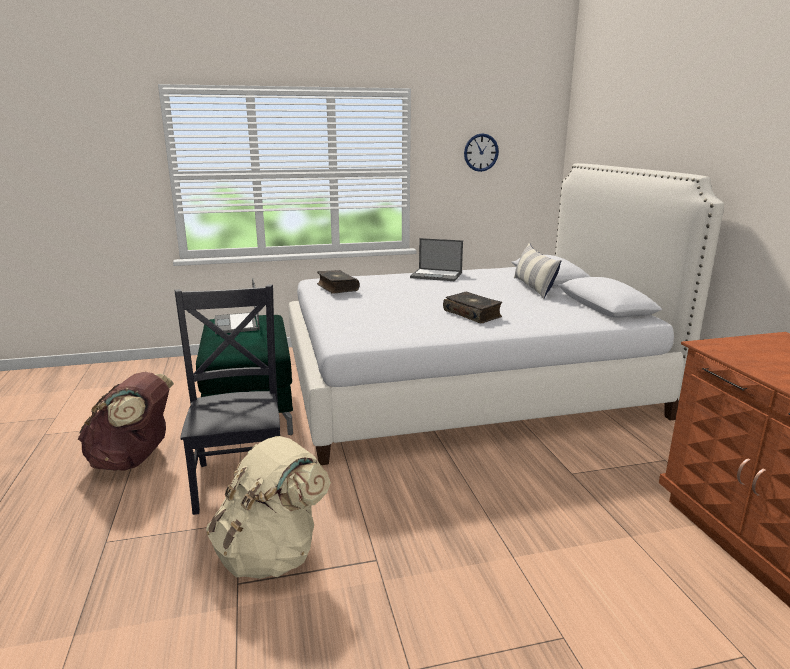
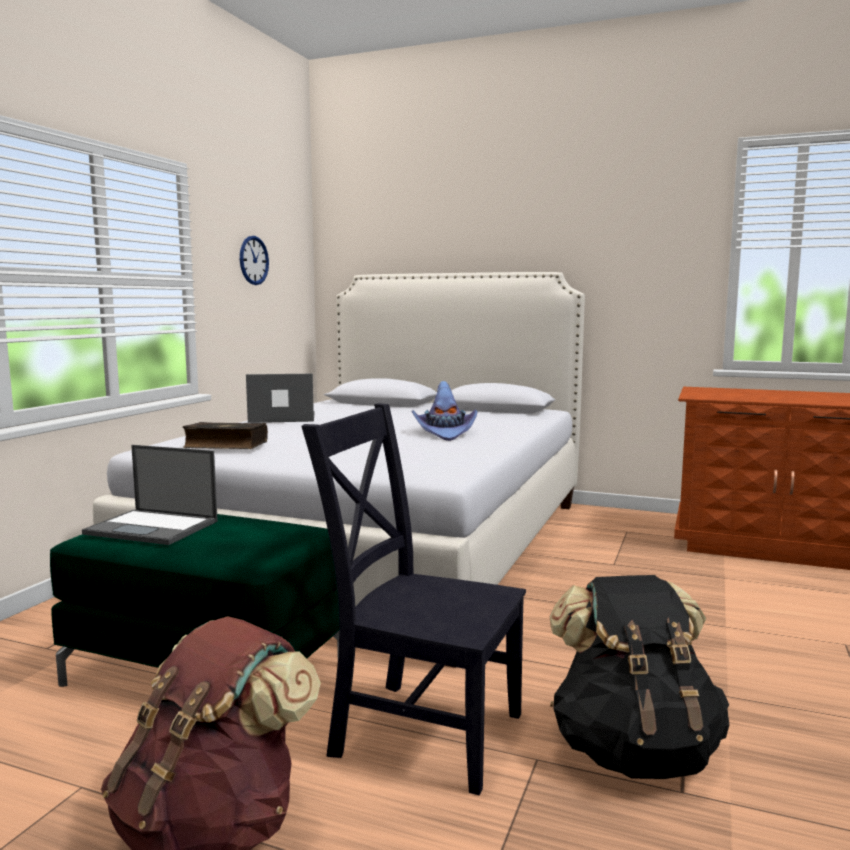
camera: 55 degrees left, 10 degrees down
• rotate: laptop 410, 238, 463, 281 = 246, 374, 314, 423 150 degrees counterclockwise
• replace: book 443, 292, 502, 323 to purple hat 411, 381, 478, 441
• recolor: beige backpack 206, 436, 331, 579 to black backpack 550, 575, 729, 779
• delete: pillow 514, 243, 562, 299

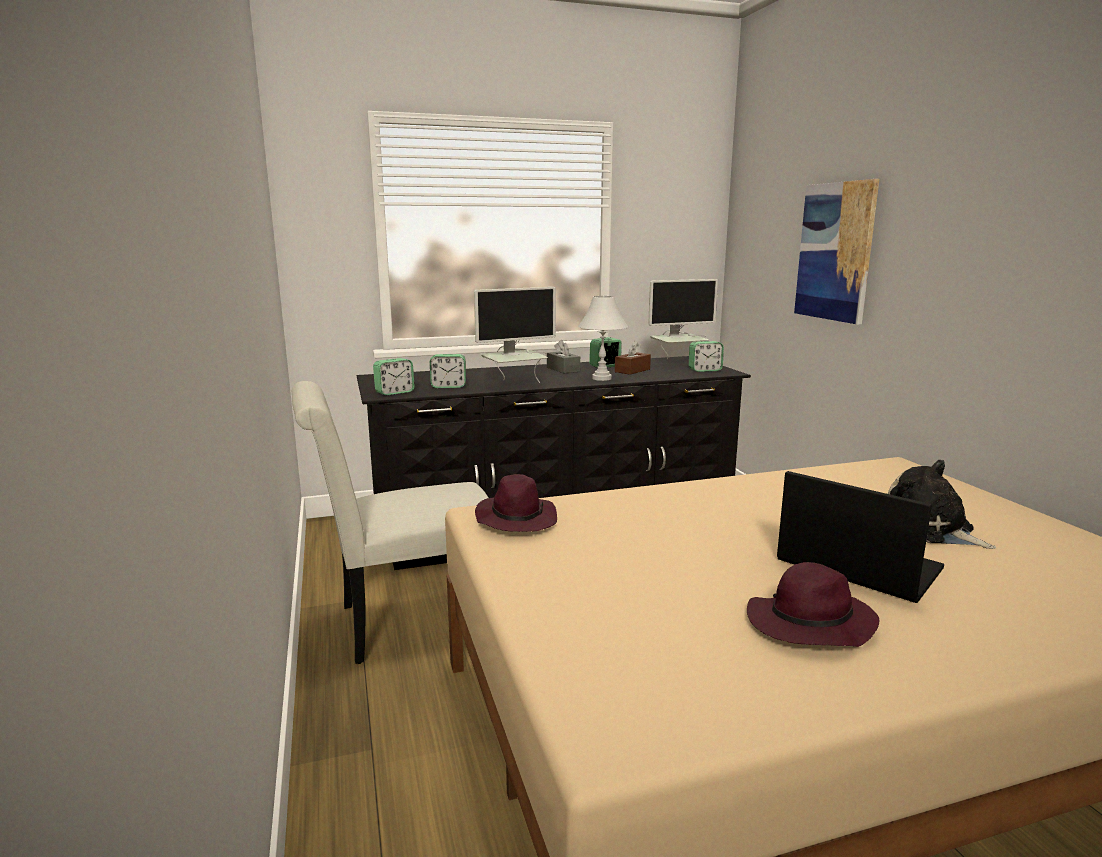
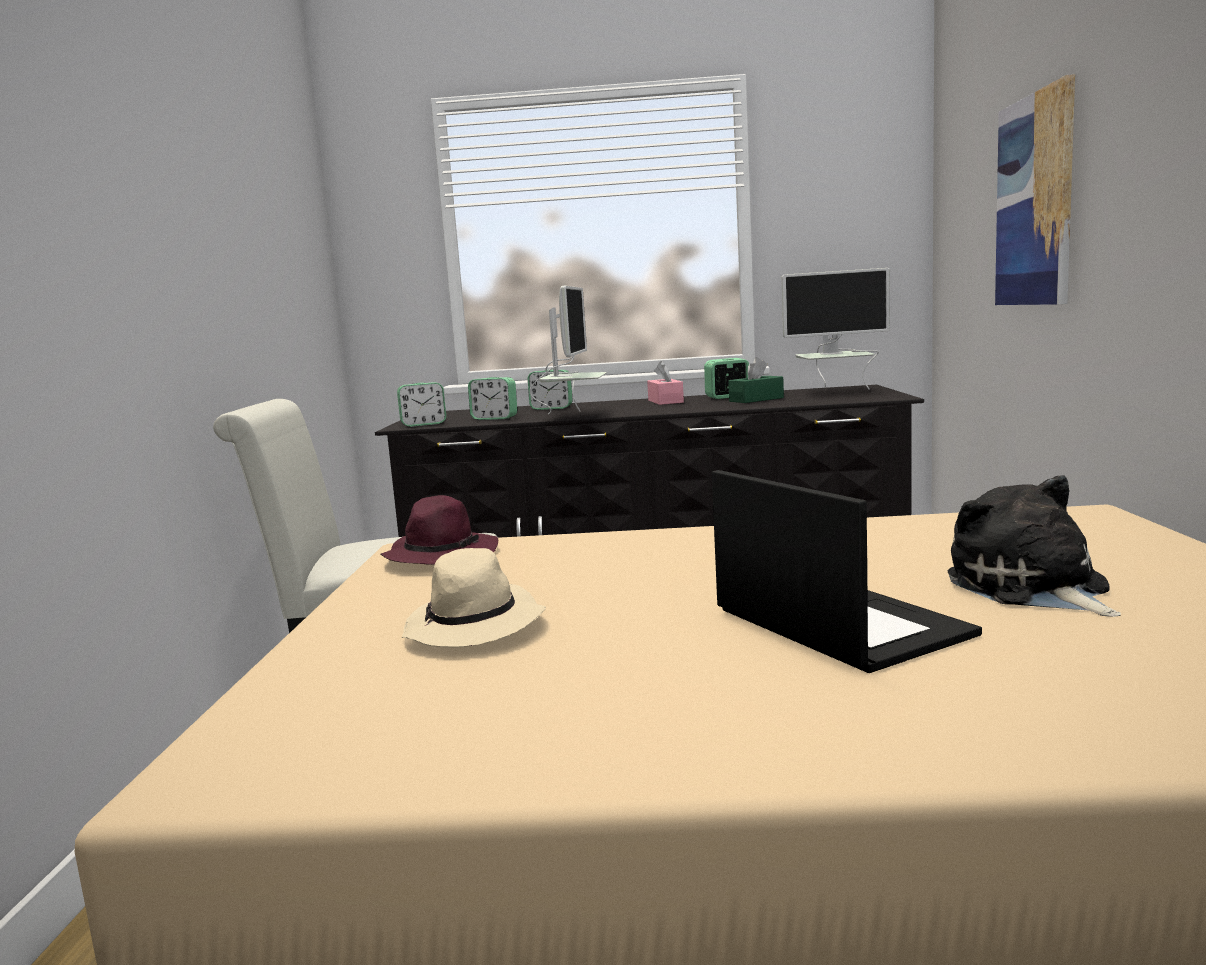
camera: 20 degrees right, 5 degrees down
• insert: beige hat 402, 548, 546, 647
• move: alarm clock 689, 341, 724, 372 to 528, 370, 573, 410
• rotate: monitor 474, 287, 556, 383 = 530, 286, 607, 415 75 degrees counterclockwise
• recolor: grey tissue box 547, 340, 580, 374 to pink tissue box 647, 361, 684, 405
• recolor: brown tissue box 615, 341, 651, 375 to green tissue box 728, 357, 784, 403
• delete: white table lamp 578, 296, 628, 381
• delete: purple hat 747, 562, 879, 647

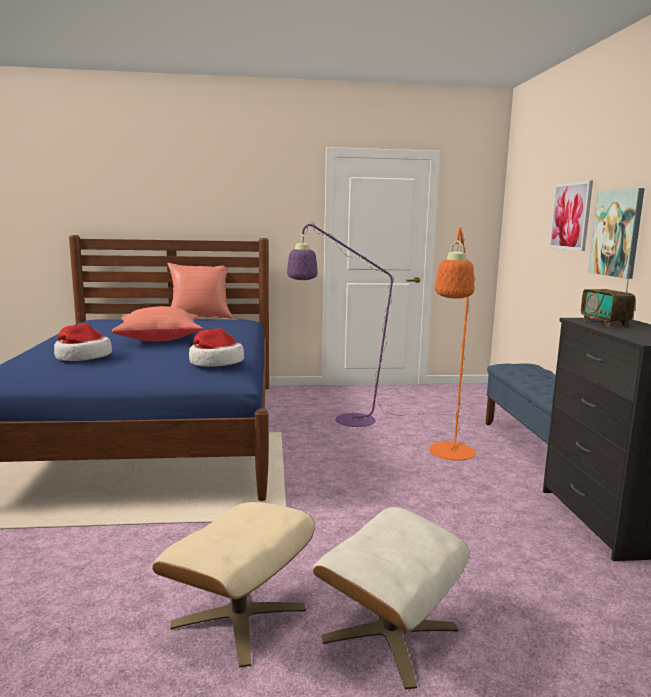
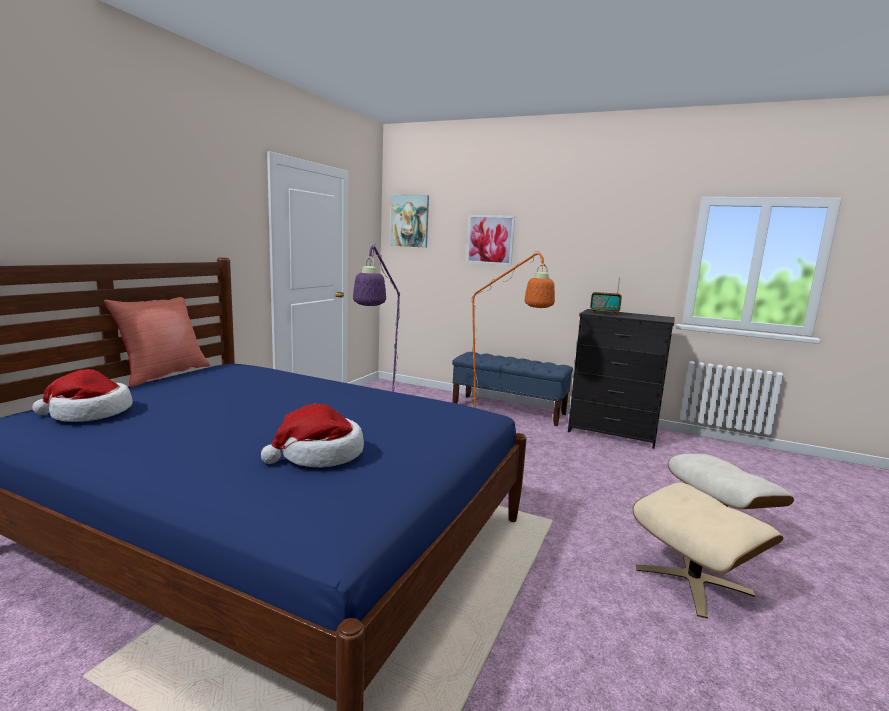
camera: 60 degrees left, 0 degrees up
• move: hat 189, 328, 244, 367 to 32, 369, 133, 422
• move: picture 588, 188, 645, 279 to 390, 195, 429, 248
• delete: red pillow 112, 306, 203, 341

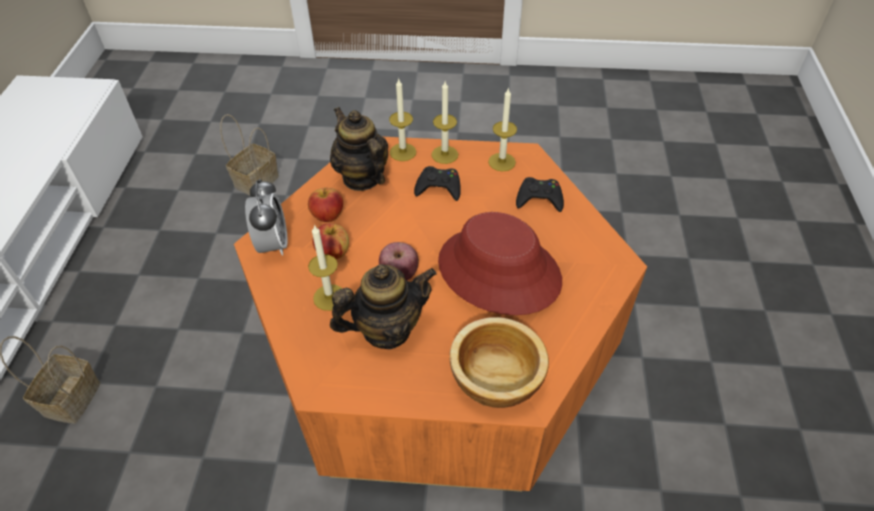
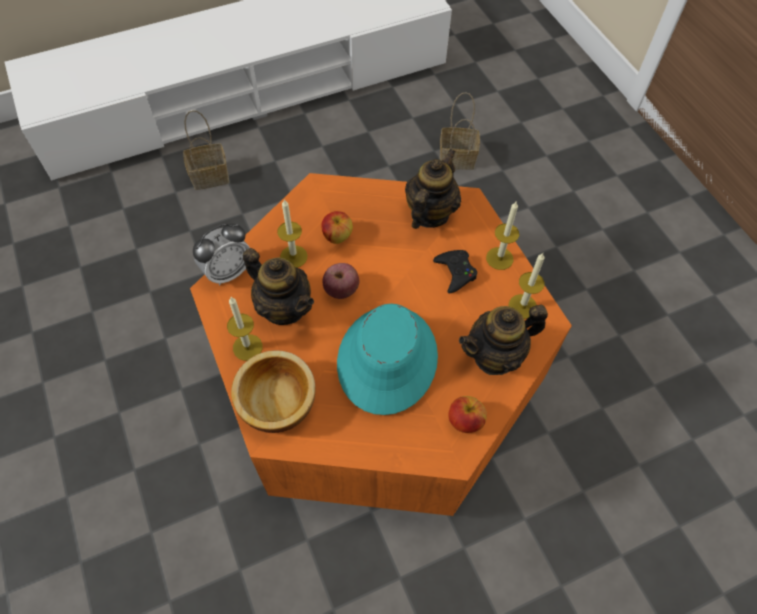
camera: 60 degrees right, 10 degrees up
• move: alarm clock 245, 179, 288, 256 to 193, 223, 250, 286
• move: candle 389, 79, 416, 161 to 227, 297, 263, 361
• recolor: red hat 438, 212, 562, 315 to turquoise hat 337, 304, 438, 415
• move: apple 308, 187, 343, 222 to 448, 396, 487, 433
• replace: black game controller 516, 177, 564, 212 to teapot 459, 305, 548, 375

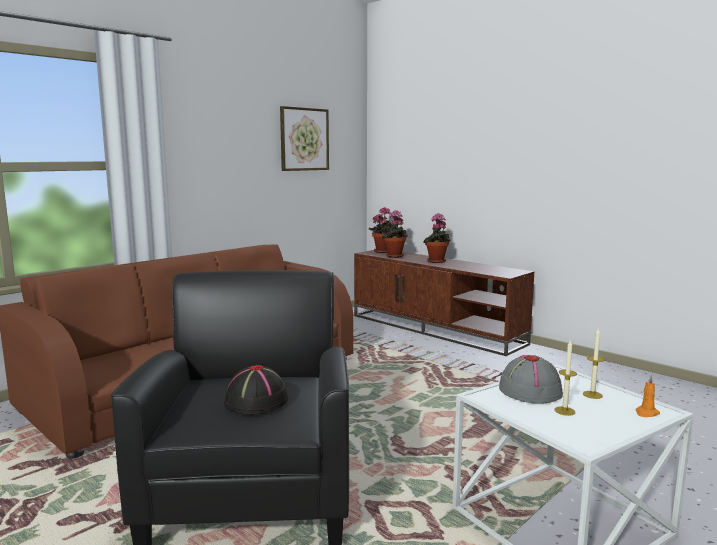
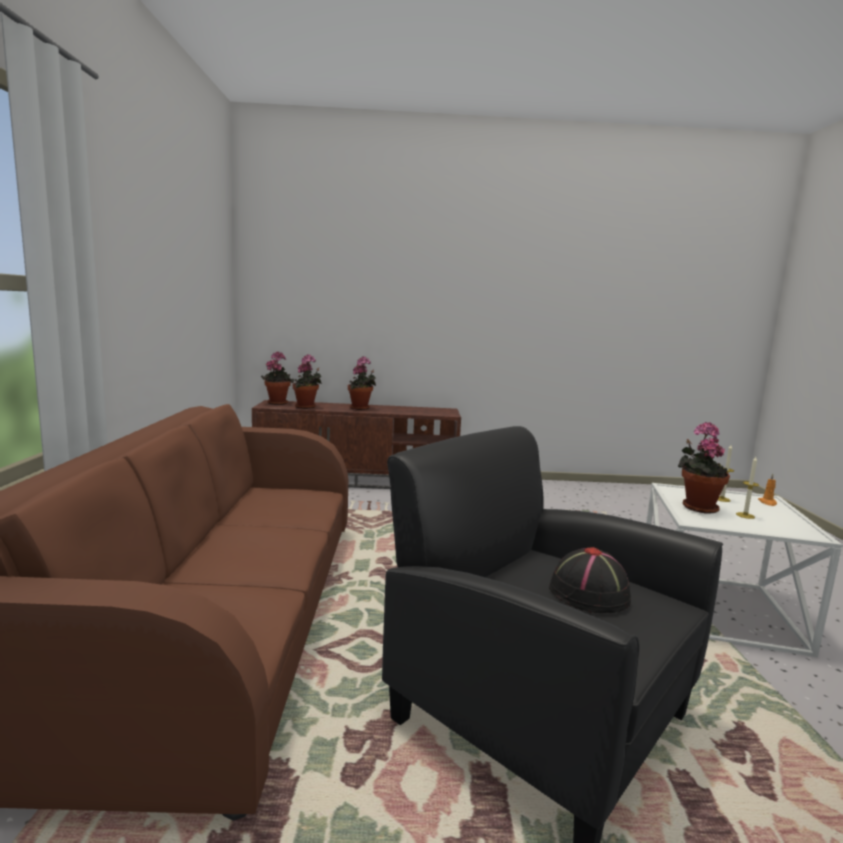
camera: 45 degrees left, 0 degrees up
• replace: grey hat 499, 355, 563, 404 to potted plant 678, 422, 730, 514
• delete: picture 280, 106, 329, 171

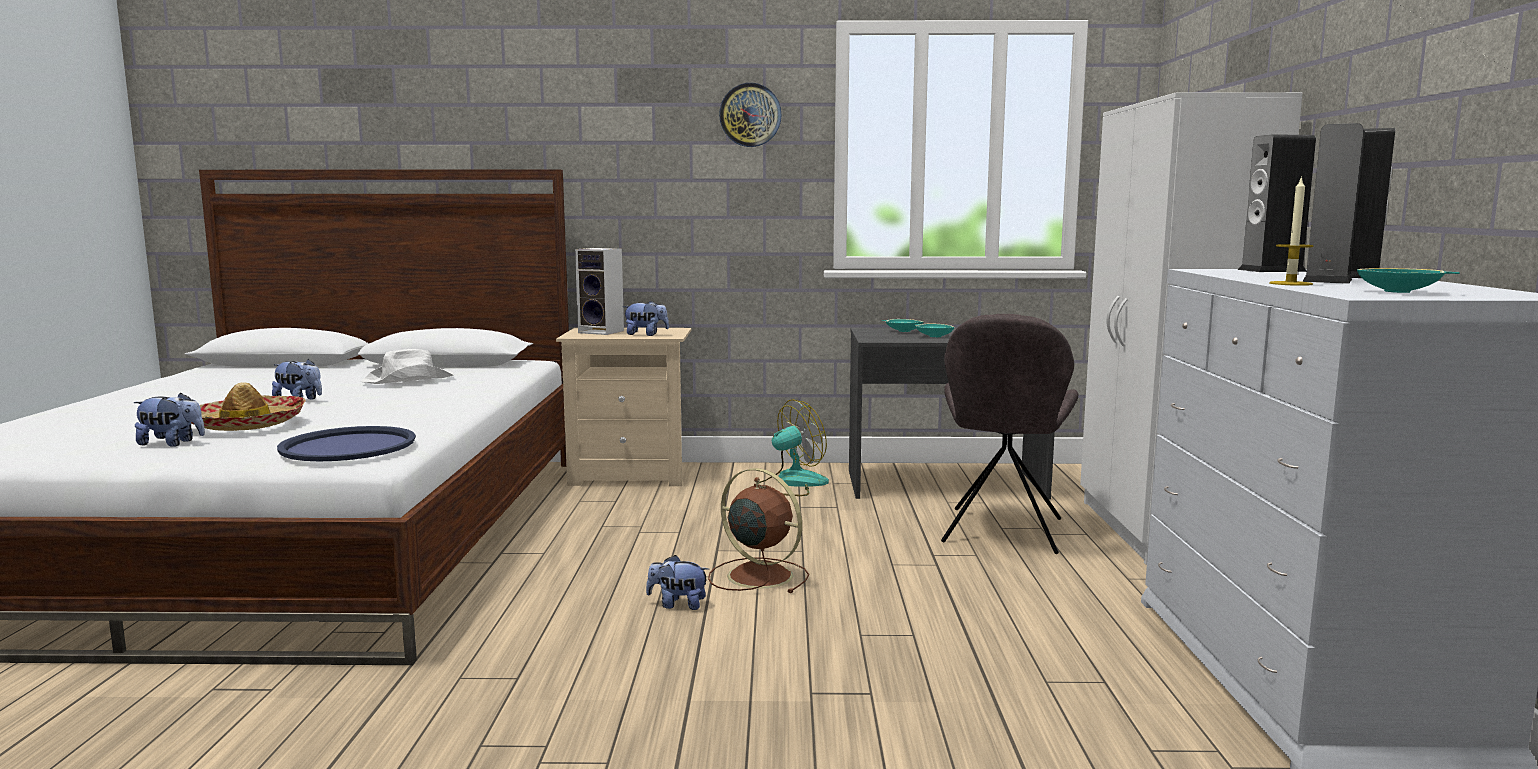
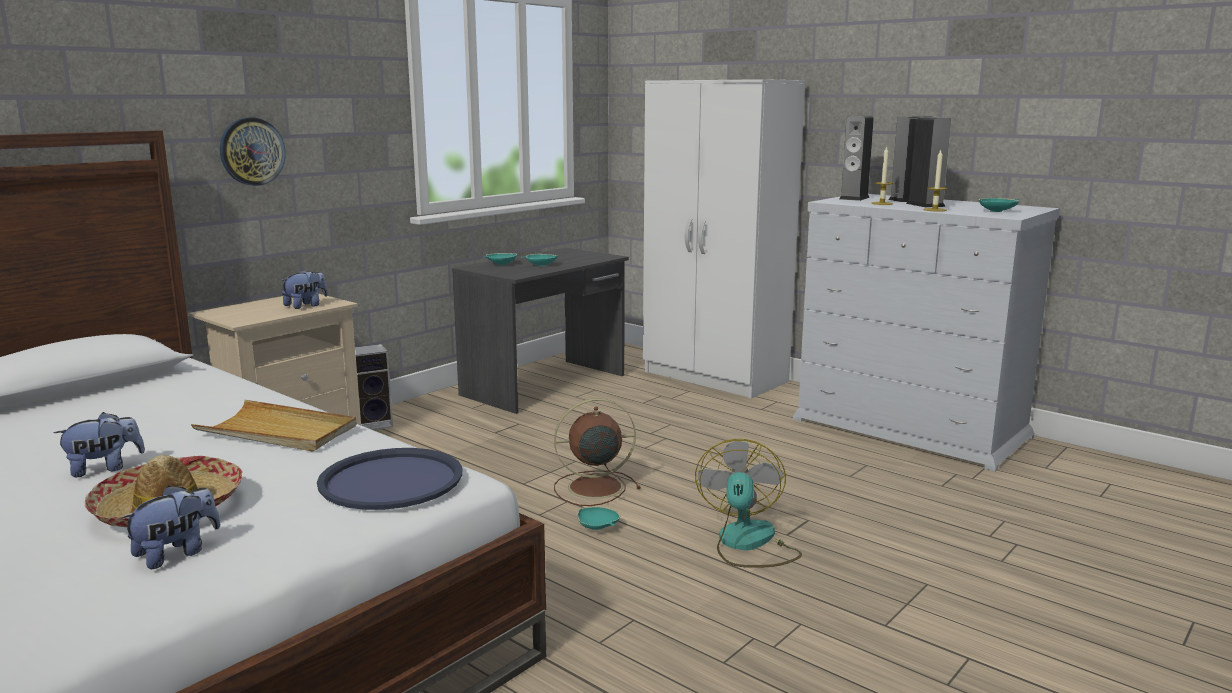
camera: 50 degrees left, 5 degrees up
• insert: beige tray 191, 400, 357, 452
• move: wall clock 719, 83, 782, 147 to 220, 117, 286, 186
• move: speaker 575, 248, 624, 335 to 355, 344, 393, 430
• replace: plush toy 646, 555, 709, 610 to turquoise bowl 577, 507, 620, 530
• move: fan 758, 399, 829, 496 to 695, 439, 802, 568
• insert: candle 871, 147, 893, 205
• delete: white hat 361, 349, 454, 384
• delete: grey chair 941, 314, 1078, 554

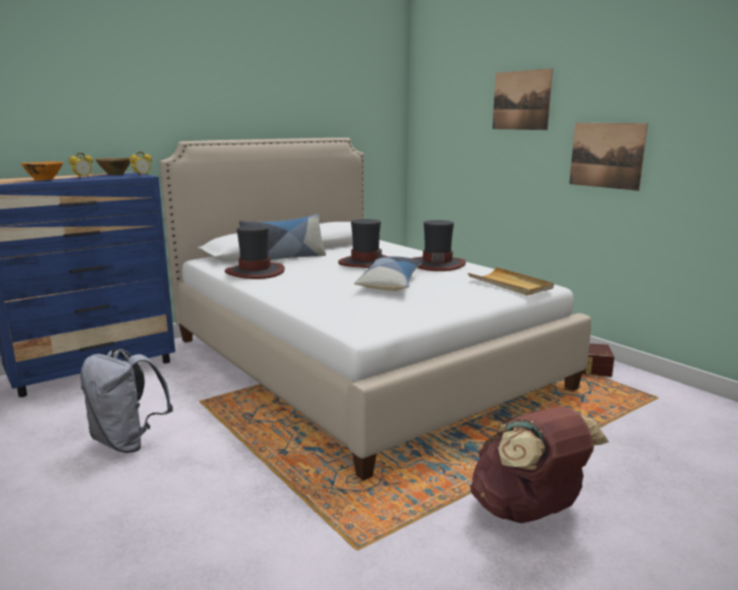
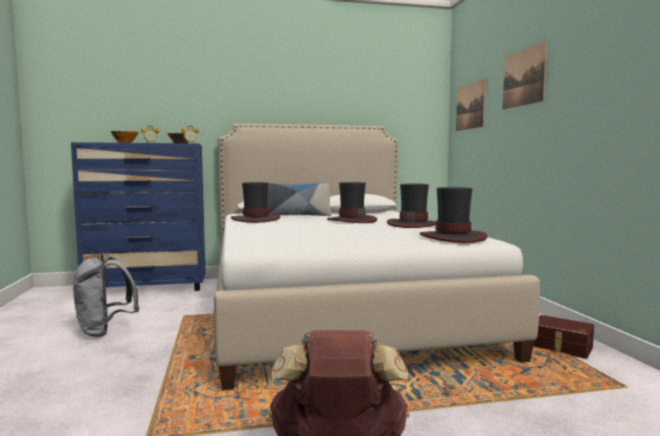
camera: 25 degrees right, 10 degrees down
• replace: beige tray 468, 267, 554, 296 to hat 420, 187, 488, 243
• move: picture 569, 123, 648, 191 to 456, 79, 485, 131
• delete: pillow 354, 257, 422, 291

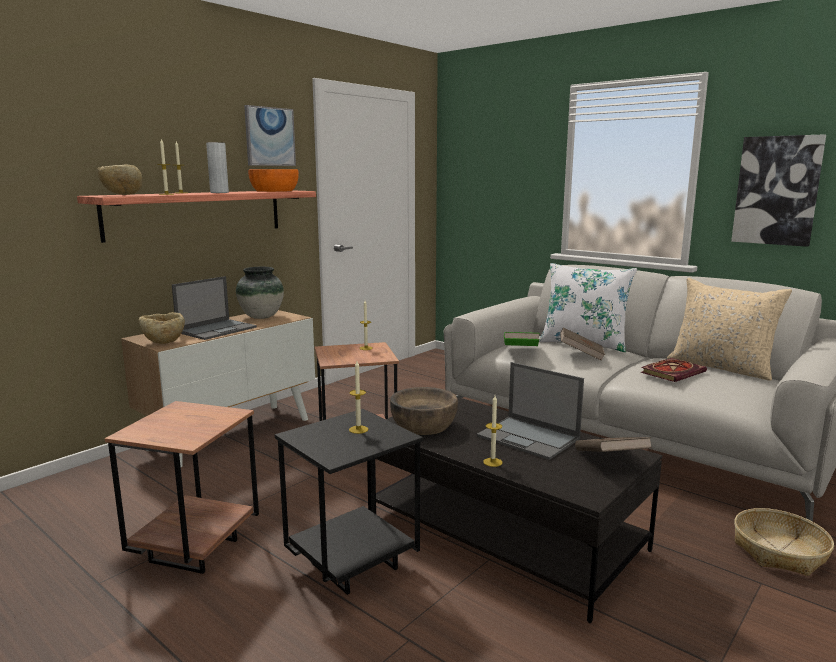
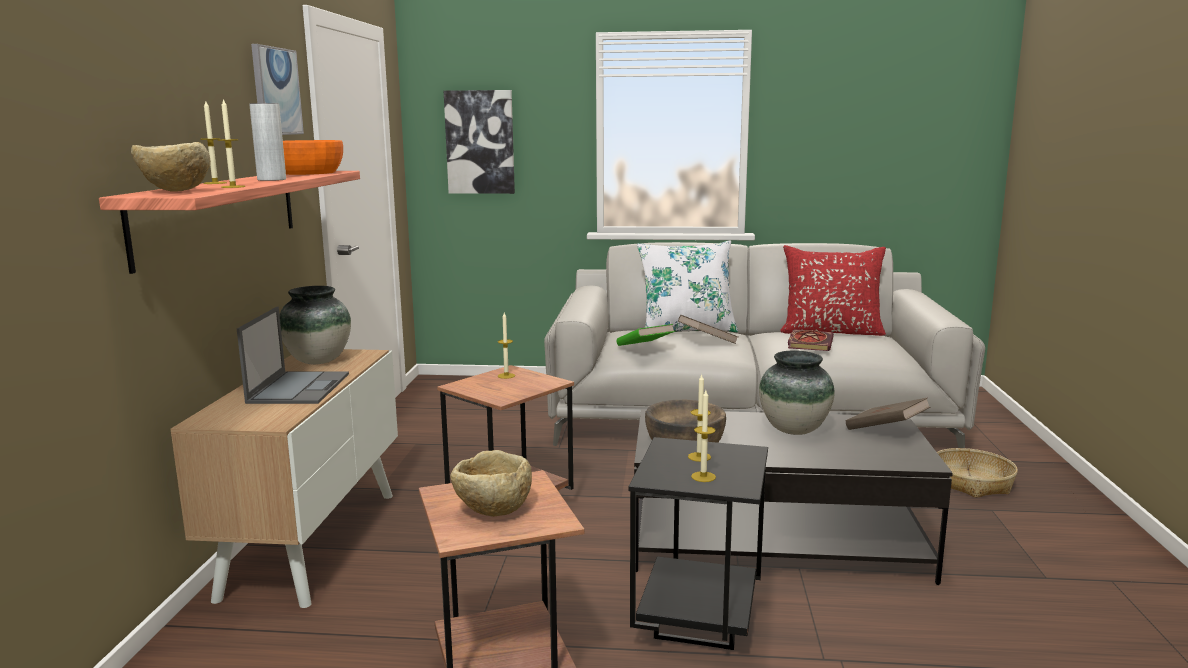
camera: 35 degrees left, 0 degrees up
• move: picture 731, 134, 826, 247 to 444, 90, 515, 194
• move: beige bowl 139, 312, 185, 344 to 450, 450, 532, 517
• move: candle 483, 396, 502, 467 to 691, 390, 716, 482
• replace: laptop 476, 362, 584, 460 to vase 759, 351, 835, 435
• recolor: beige pillow 667, 278, 792, 381 to red pillow 780, 245, 886, 336

